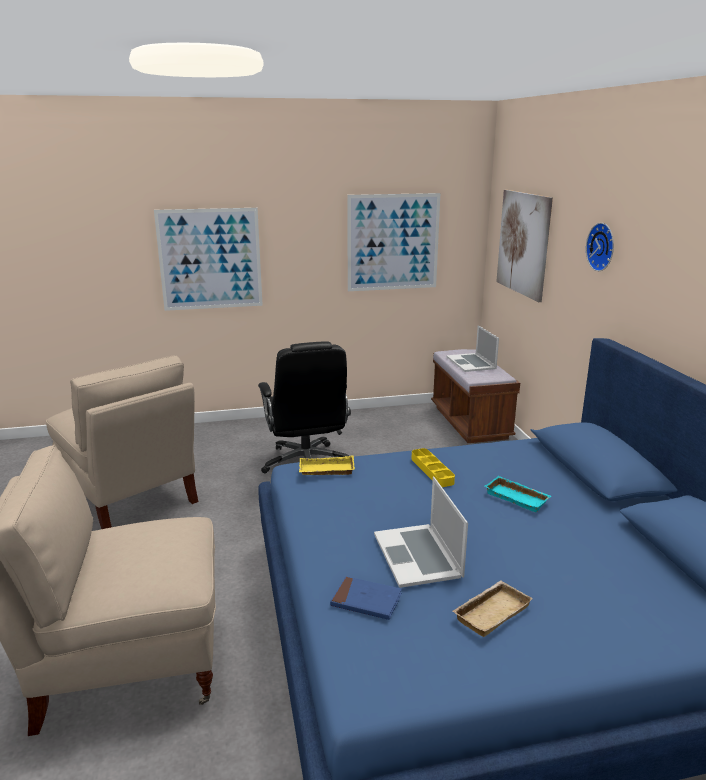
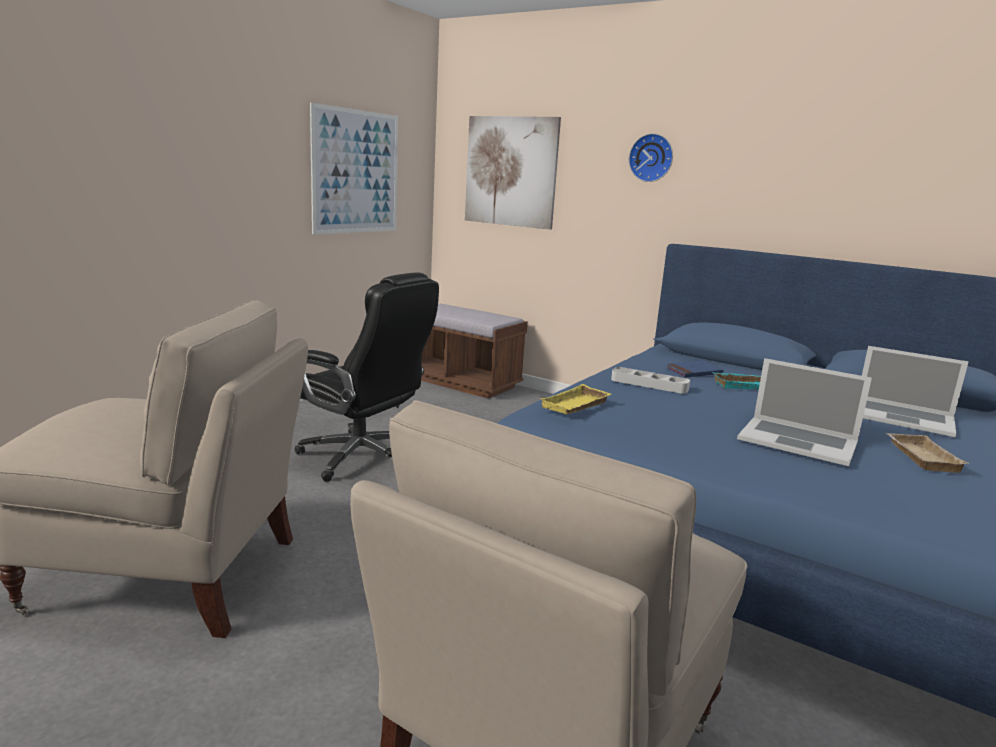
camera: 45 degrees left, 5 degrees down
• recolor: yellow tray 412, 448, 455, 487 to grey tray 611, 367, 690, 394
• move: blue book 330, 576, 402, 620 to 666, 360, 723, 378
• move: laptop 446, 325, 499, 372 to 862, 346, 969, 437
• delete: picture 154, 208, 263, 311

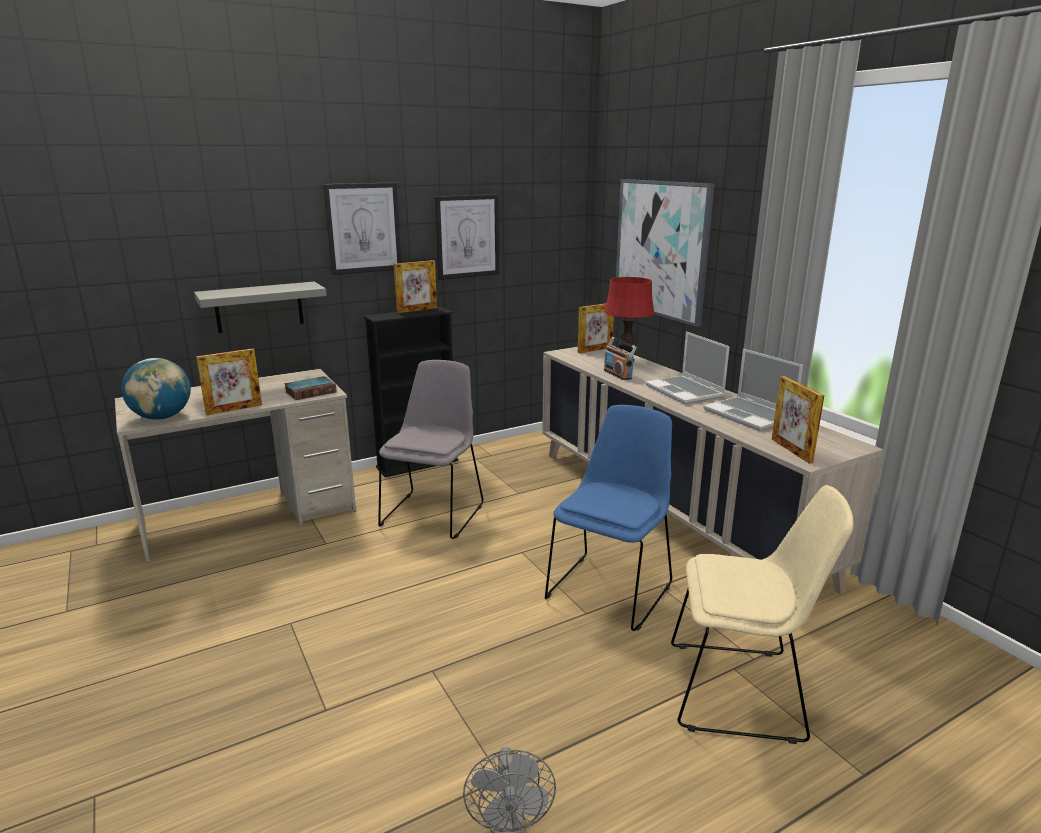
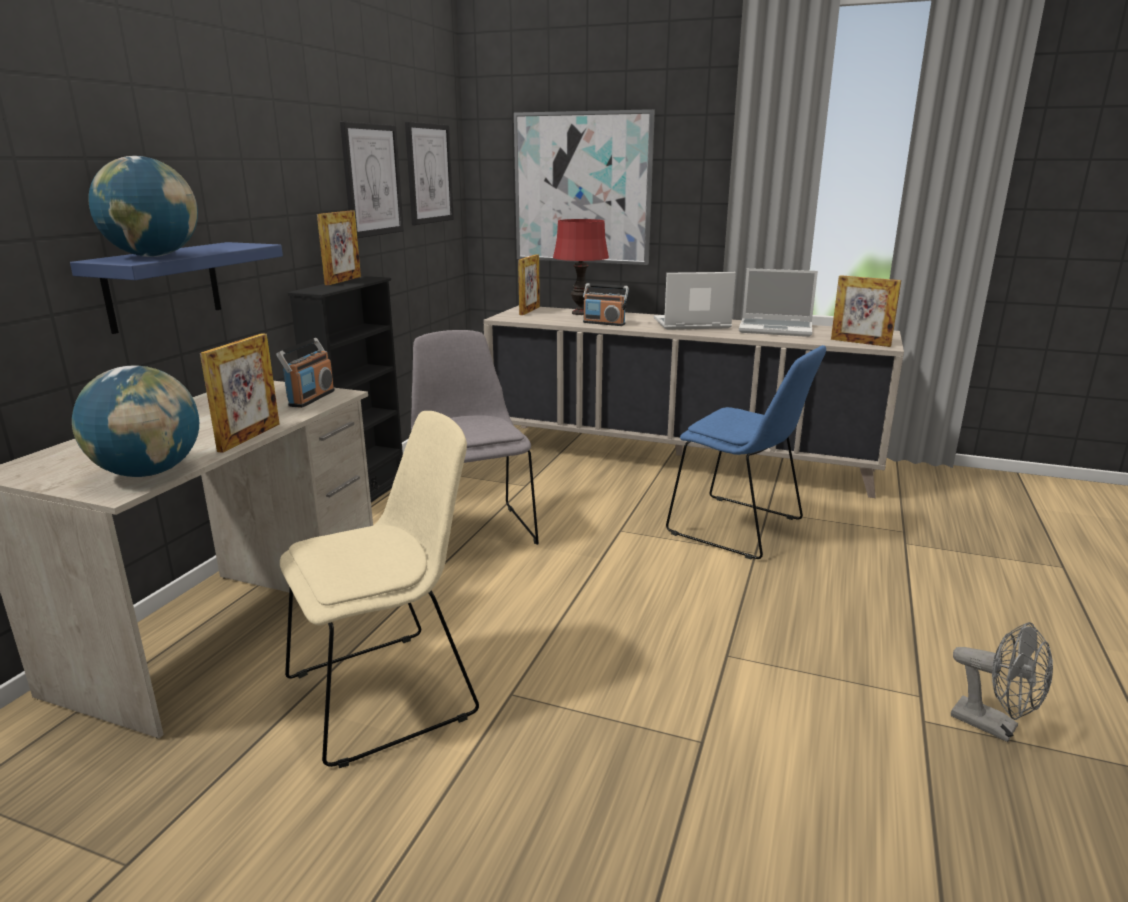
camera: 40 degrees left, 0 degrees up
• recolor: grey shelf 194, 282, 327, 333 to blue shelf 70, 242, 283, 334
• insert: globe 89, 156, 198, 257
• replace: book 284, 376, 337, 400 to radio 276, 338, 335, 408
• move: beige chair 671, 485, 853, 744 to 280, 411, 479, 768
• move: picture 323, 183, 401, 275 to 405, 122, 454, 225
• rotate: laptop 645, 331, 730, 404 = 654, 272, 736, 330 150 degrees clockwise
• rotate: blue chair 545, 405, 672, 631 = 666, 345, 826, 559 135 degrees clockwise

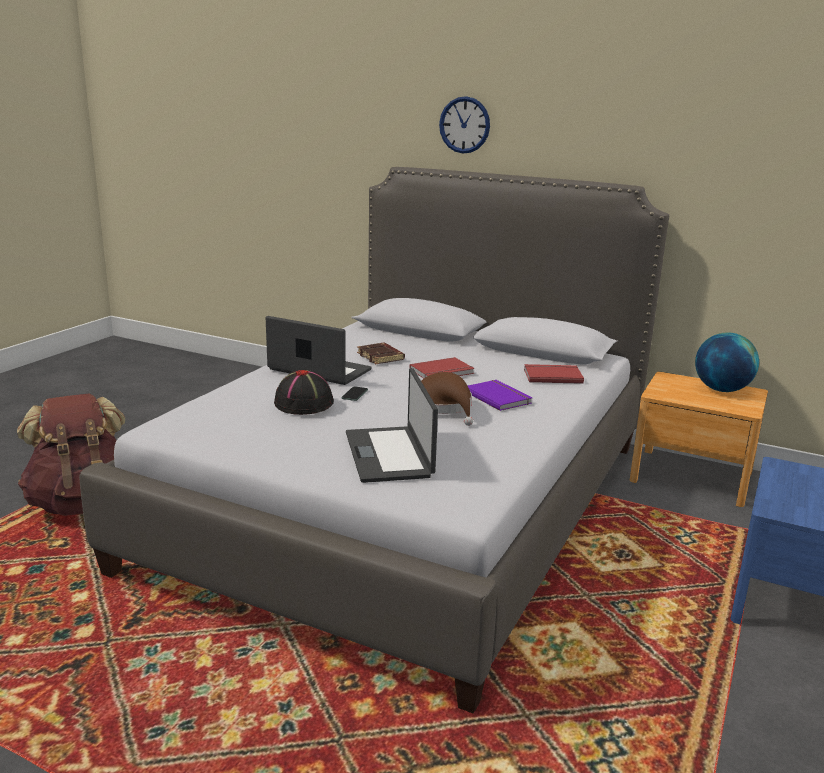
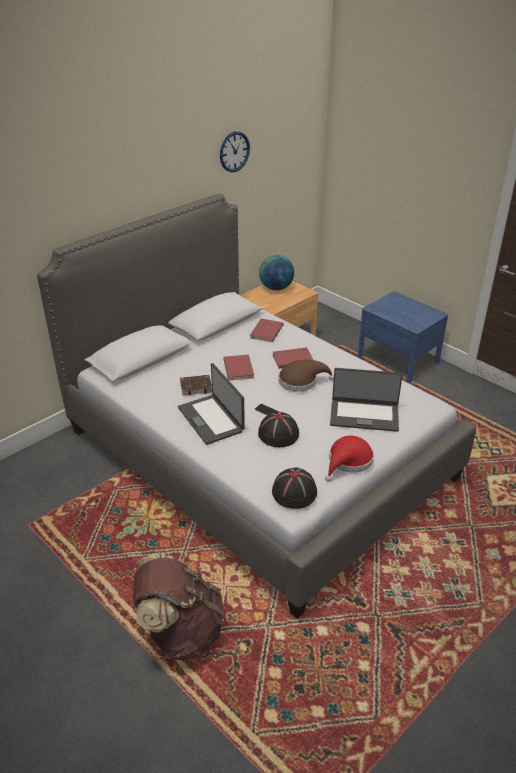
camera: 70 degrees left, 15 degrees up
• rotate: laptop 266, 316, 372, 385 = 178, 363, 245, 445 75 degrees counterclockwise
• move: wall clock 439, 96, 490, 154 to 220, 131, 250, 172
• insert: black hat 272, 467, 317, 509
• recolor: purple book 468, 380, 532, 411 to red book 273, 347, 313, 369
• insert: red hat 325, 436, 374, 482

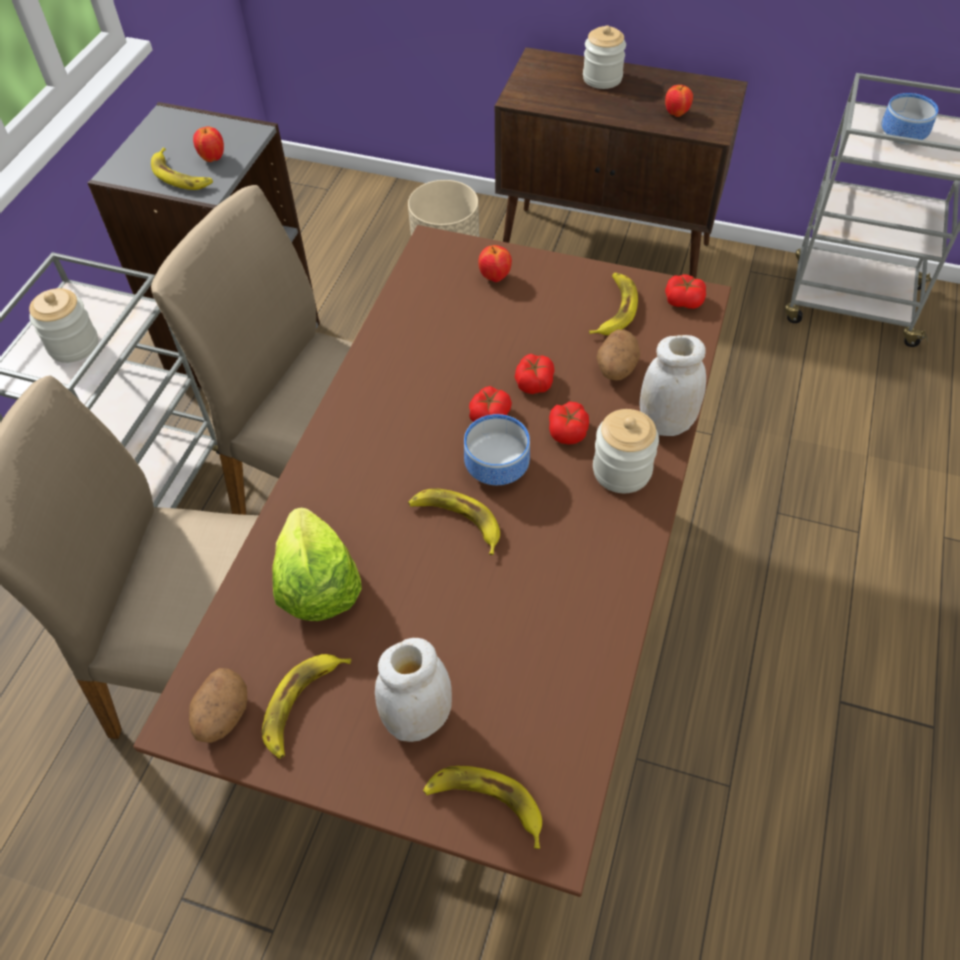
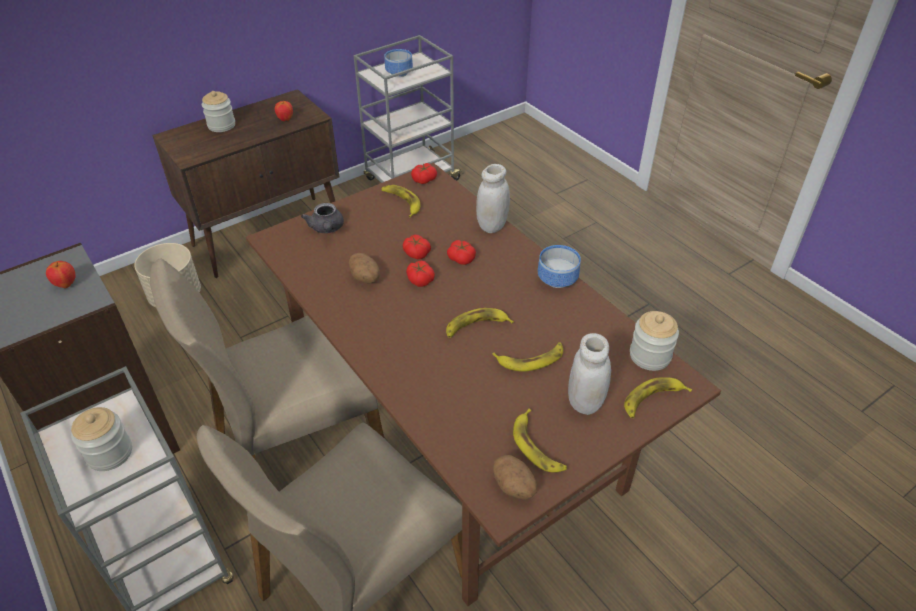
camera: 55 degrees left, 10 degrees down
• replace: apple 478, 245, 512, 282 to grey teapot 301, 203, 344, 233
• move: potato 596, 329, 640, 381 to 349, 253, 380, 284
• move: banana 151, 148, 213, 190 to 492, 342, 563, 372
• move: bowl 464, 414, 530, 485 to 538, 245, 581, 288
• move: jar 593, 409, 659, 493 to 630, 311, 679, 371
• delete: lettuce 272, 507, 362, 621

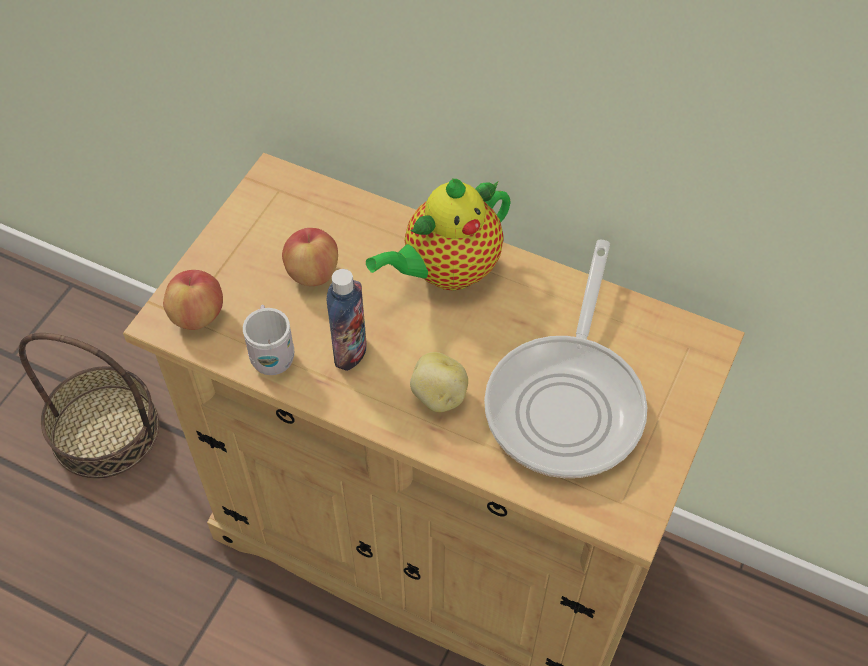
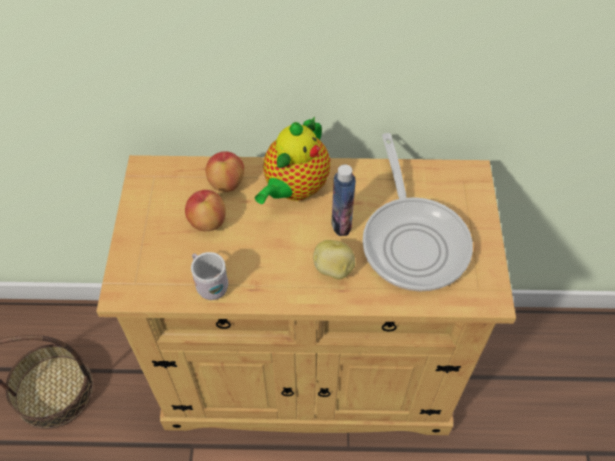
camera: 25 degrees left, 0 degrees up
• move: apple 163, 270, 223, 330 to 206, 151, 244, 192
• move: bottle 327, 269, 367, 371 to 332, 164, 356, 236

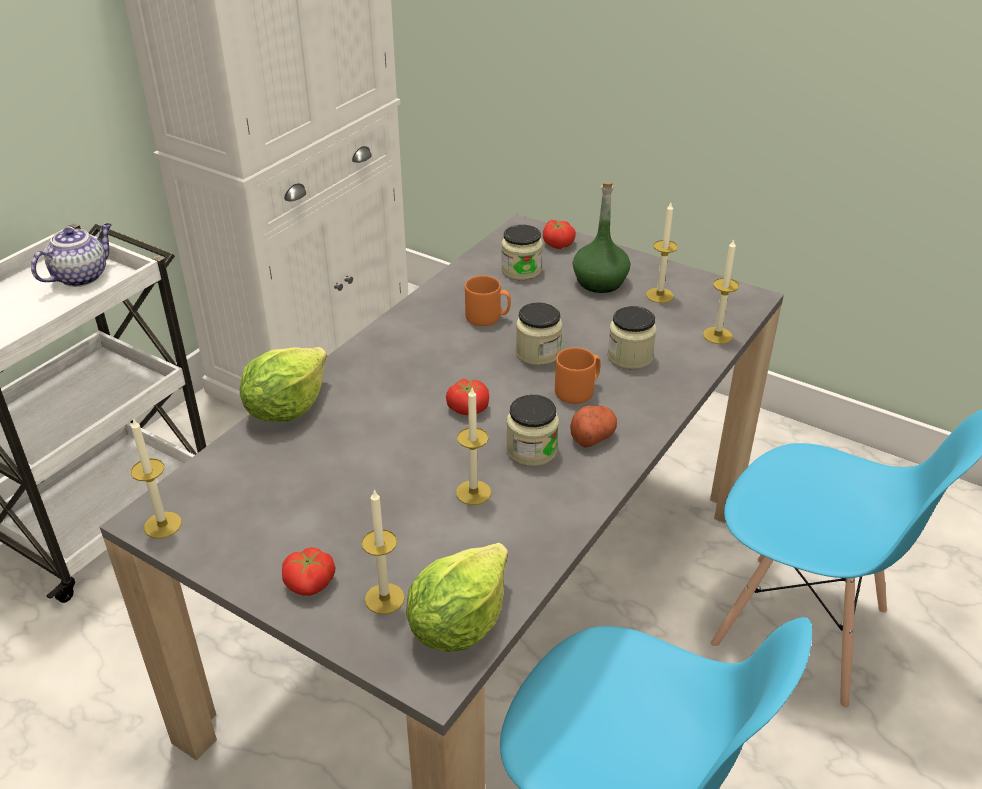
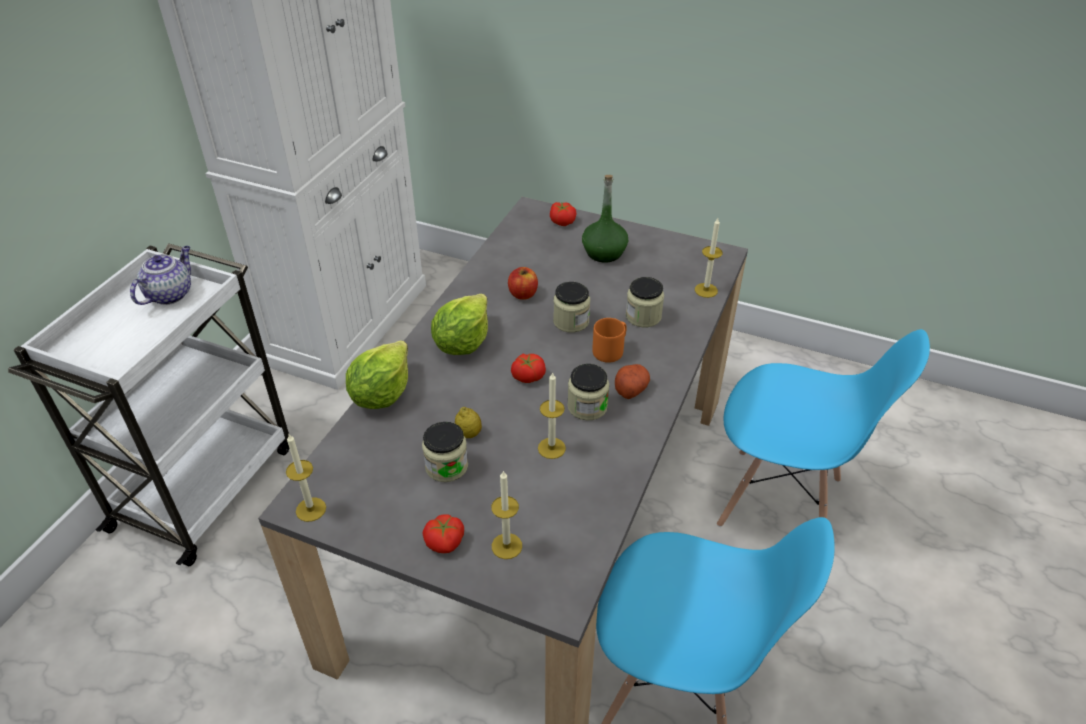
camera: 10 degrees left, 5 degrees up
• move: jar 501, 225, 542, 280 to 422, 422, 468, 482
• move: lettuce 406, 543, 508, 652 to 431, 294, 488, 355
• insert: lemon 455, 407, 482, 438
• replace: orange mug 465, 276, 511, 326 to apple 508, 267, 538, 300
• delete: candle 646, 203, 678, 303

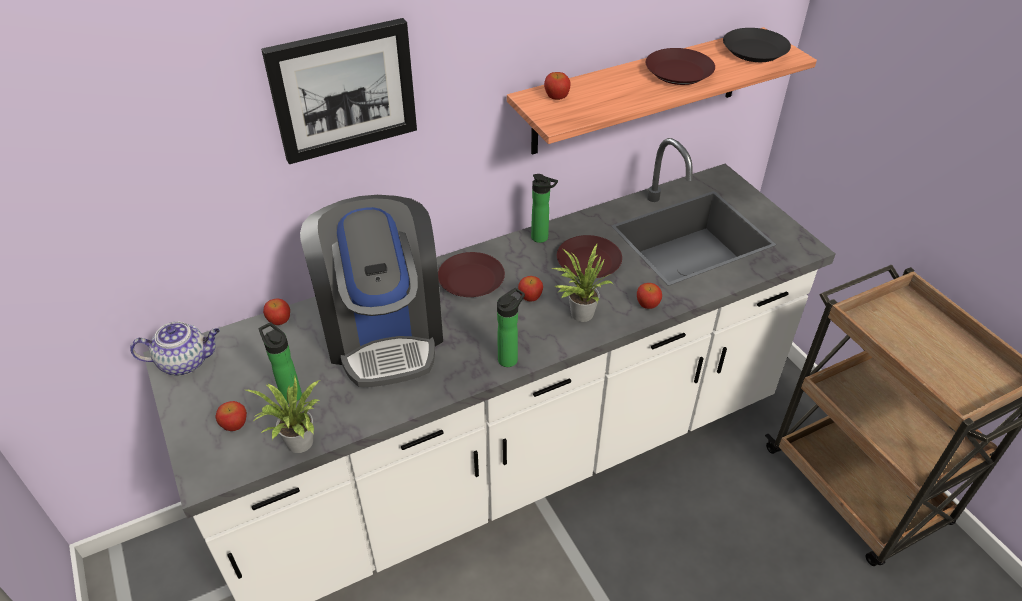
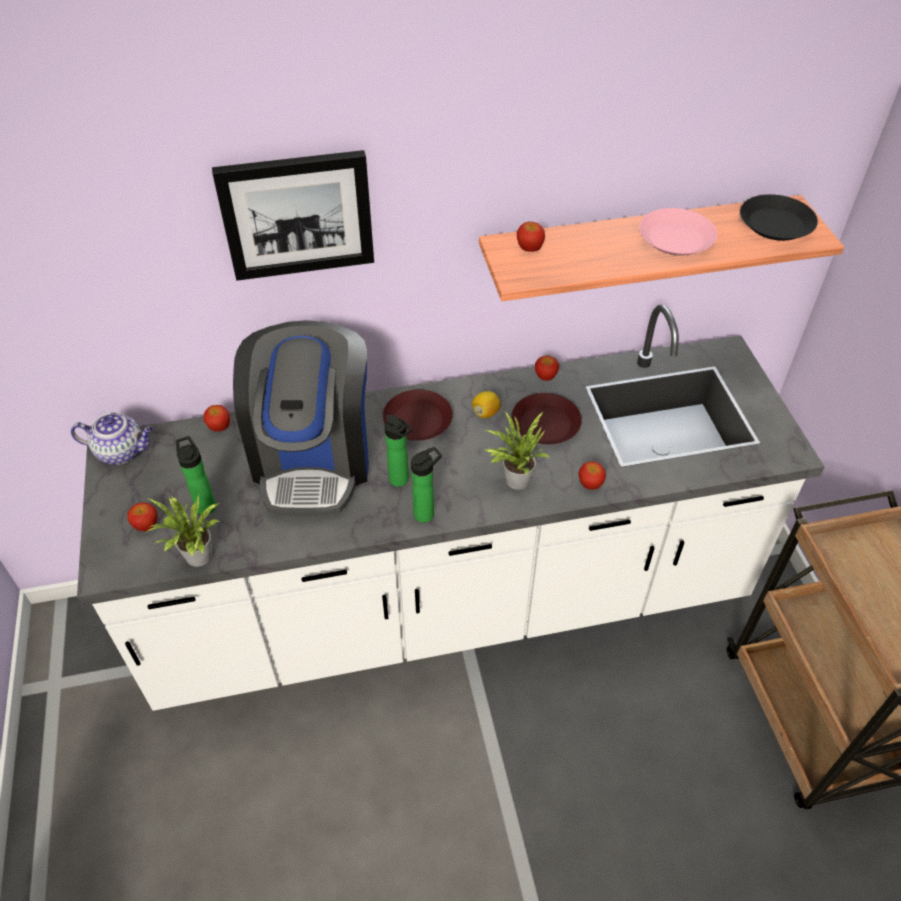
camera: 15 degrees right, 5 degrees up
• move: bottle 531, 174, 558, 243 to 385, 415, 413, 487
• insert: lemon 472, 391, 501, 418
• move: apple 518, 276, 543, 302 to 535, 356, 559, 381
• recolor: brown plate 646, 48, 715, 85 to pink plate 639, 208, 717, 256

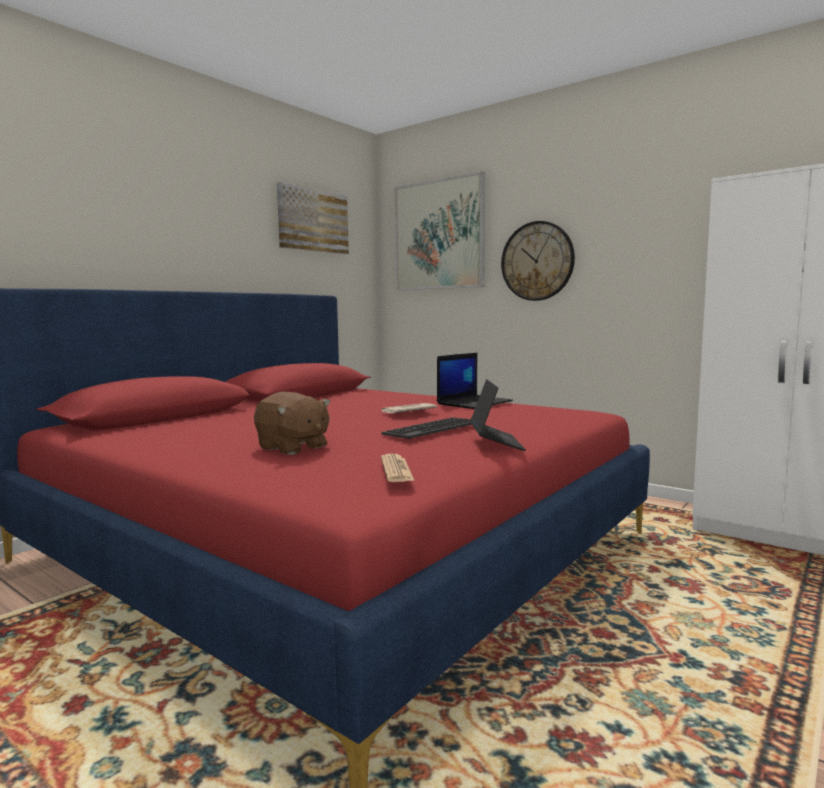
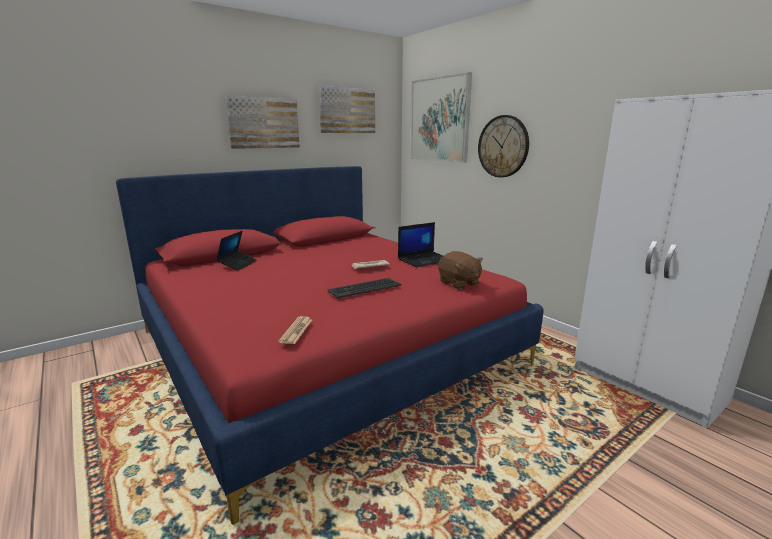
camera: 15 degrees right, 10 degrees up
• move: laptop 470, 379, 526, 451 to 216, 231, 257, 271
• insert: picture 225, 96, 300, 149
• move: brown plush toy 254, 392, 331, 455 to 438, 251, 483, 289

